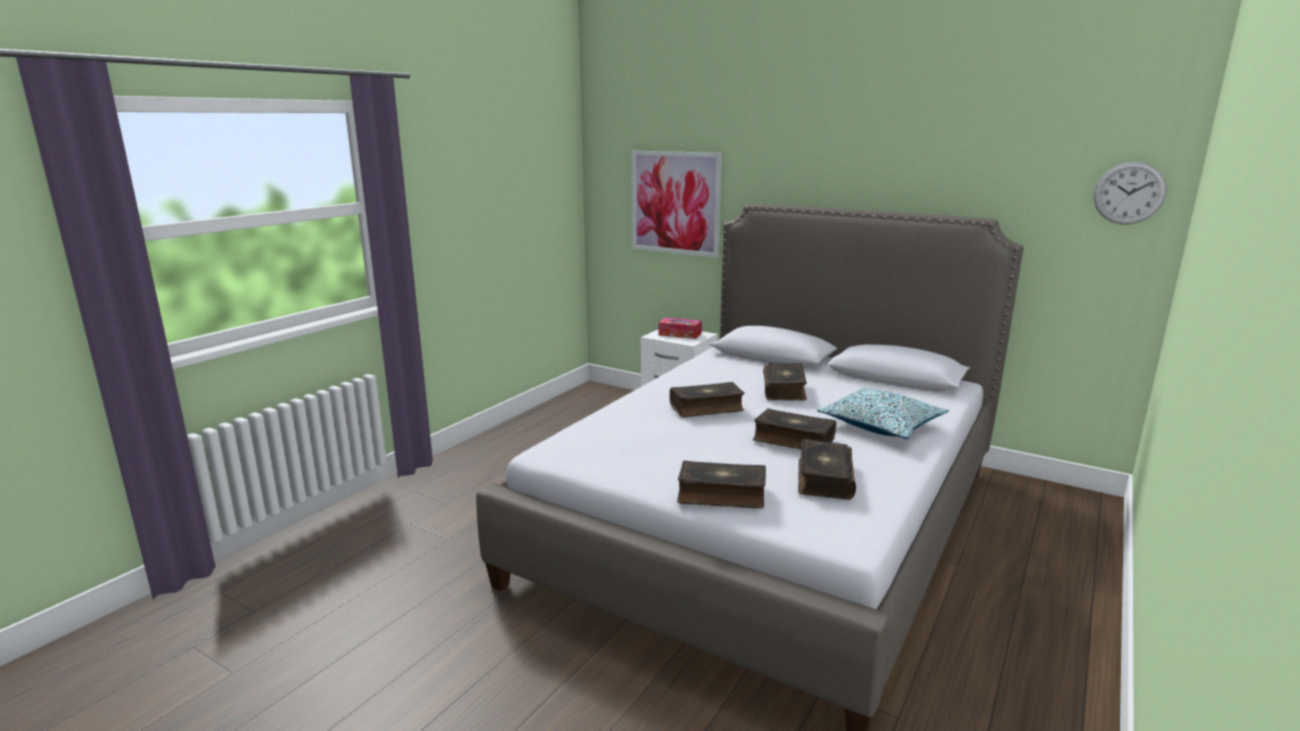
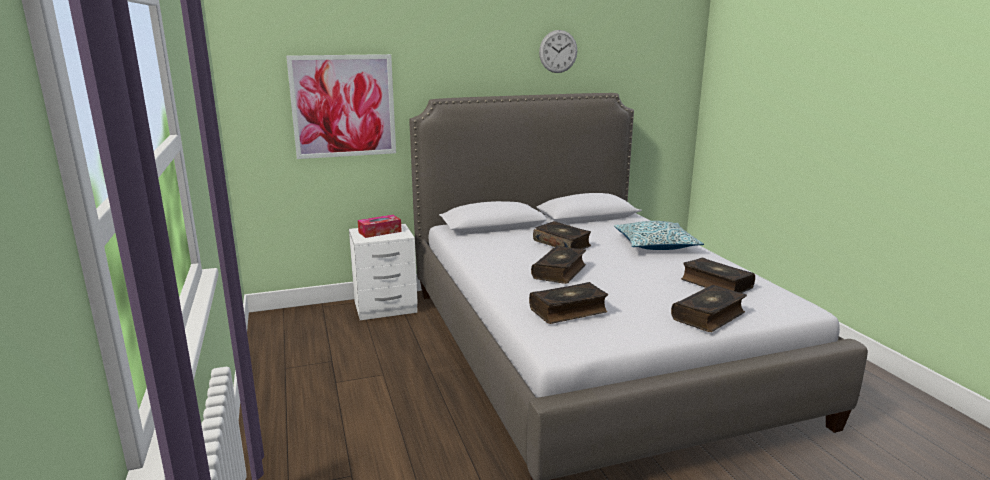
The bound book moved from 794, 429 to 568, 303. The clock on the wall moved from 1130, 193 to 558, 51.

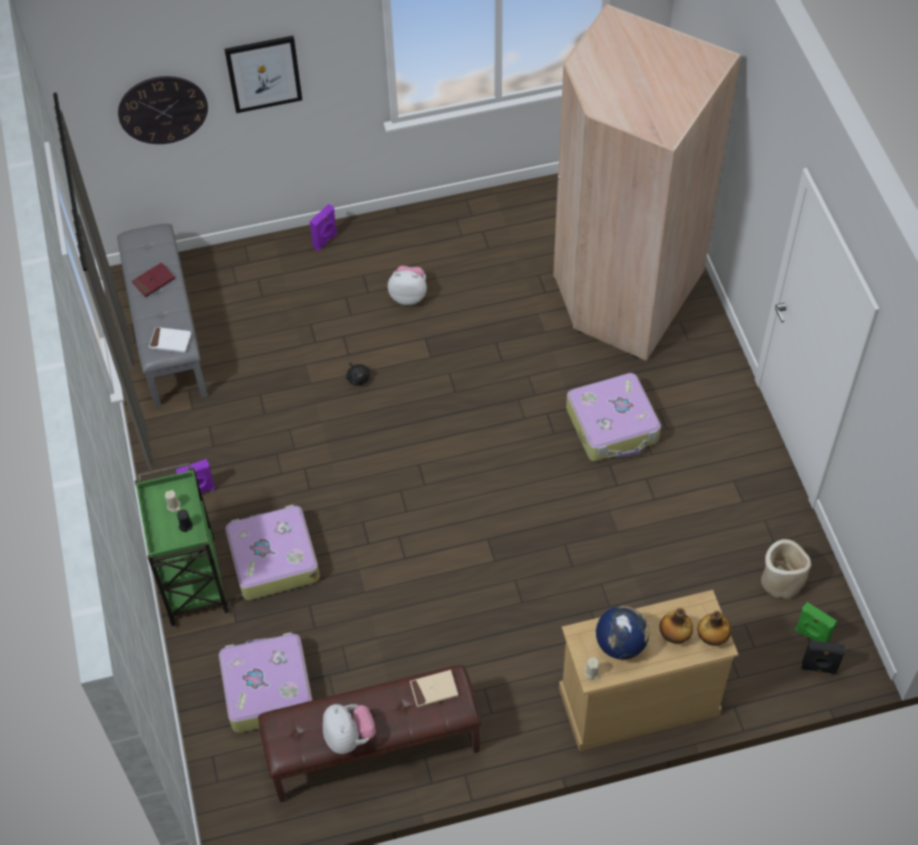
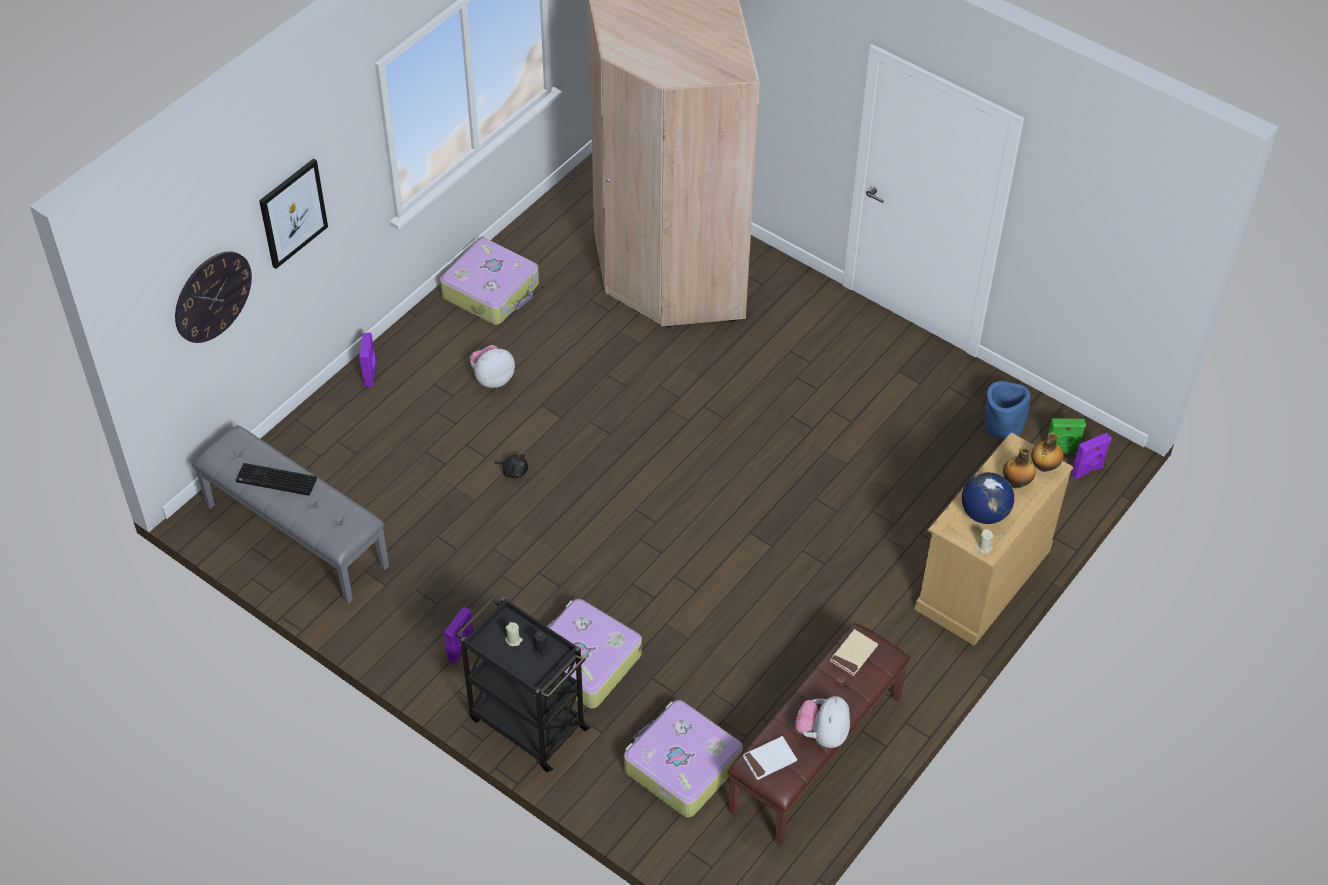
The bound book in whitish moved from 170, 340 to 770, 758. The suitcase moved from 613, 417 to 489, 281. The bound book in red at 153, 279 was replaced by the keyboard at 276, 479. The cart in greenish at 182, 544 became the cart in black-coloured at 523, 684. The plant pot in sand-coloured at 786, 569 became the plant pot in bluish at 1007, 410. The audio speaker in black-coloured at 823, 657 became the audio speaker in purplish at 1091, 456. The plush toy at 349, 729 turned 105 degrees counterclockwise.

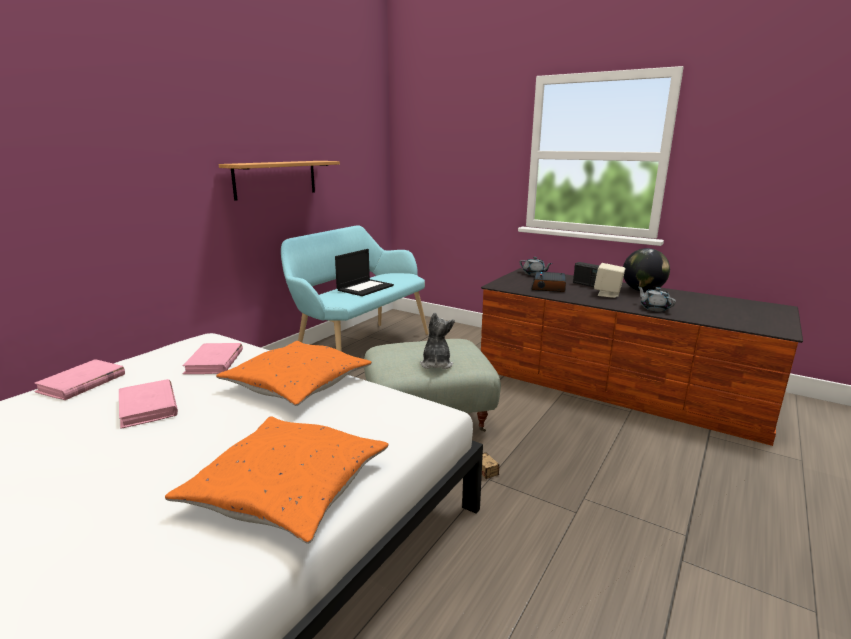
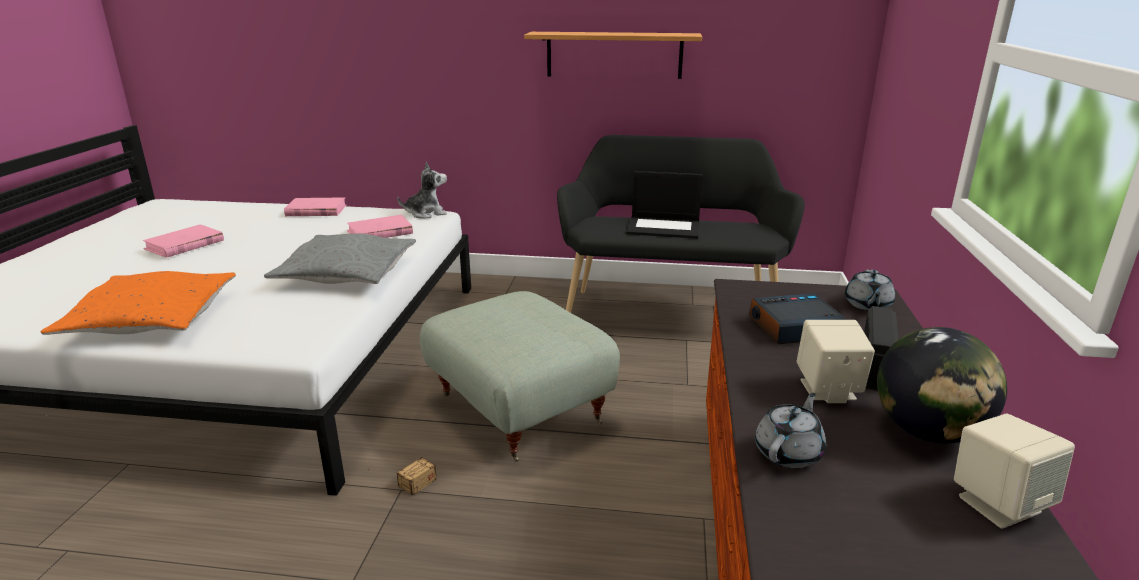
The audio speaker in sand-coloured at 1014, 471 appeared. The bound book in pink-coloured moved from 148, 404 to 183, 241. The plush toy moved from 437, 340 to 422, 190. The pillow in orange-coloured at 294, 373 became the pillow in greyish at 340, 258. The long seat in blue-green at 354, 288 became the long seat in black-coloured at 681, 224.

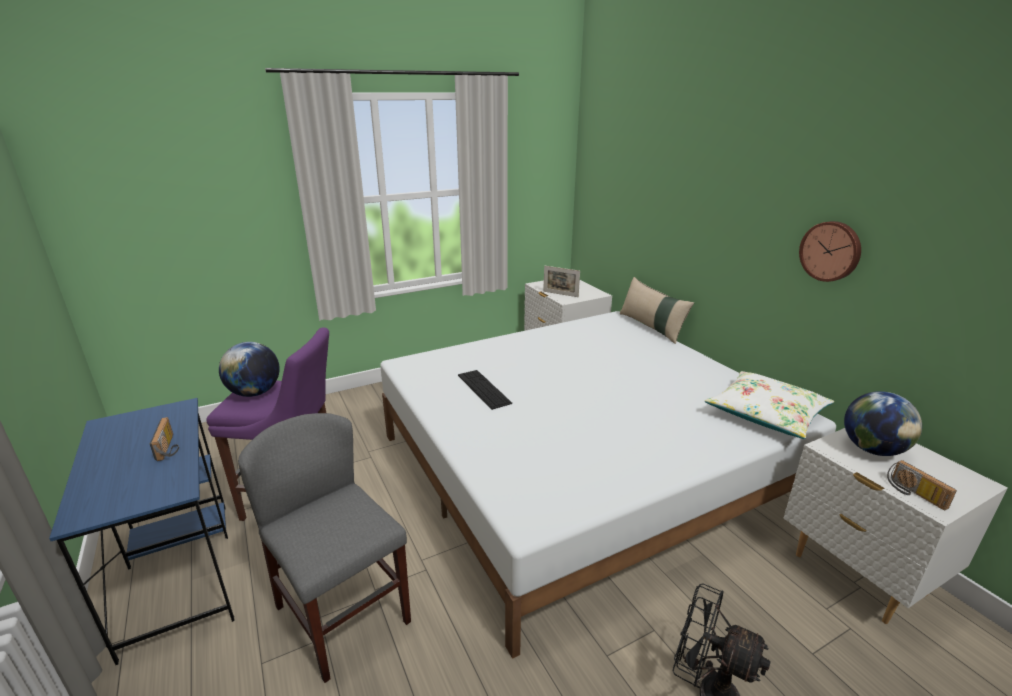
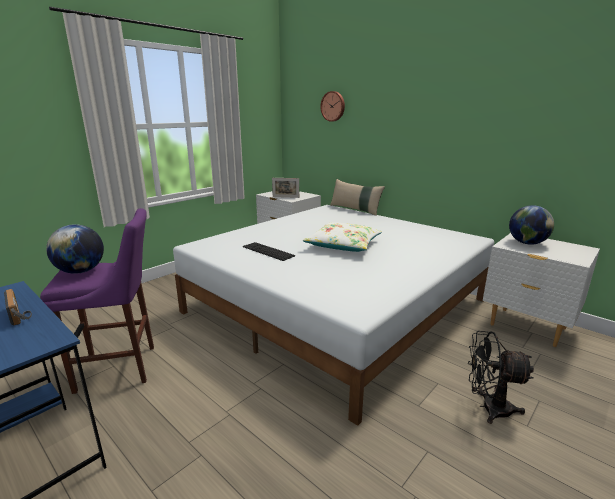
The upright chair in greyish at 324, 548 disappeared. The radio at 922, 485 disappeared. The pillow in whitish moved from 769, 405 to 342, 237. The clock on the wall moved from 830, 251 to 332, 106.

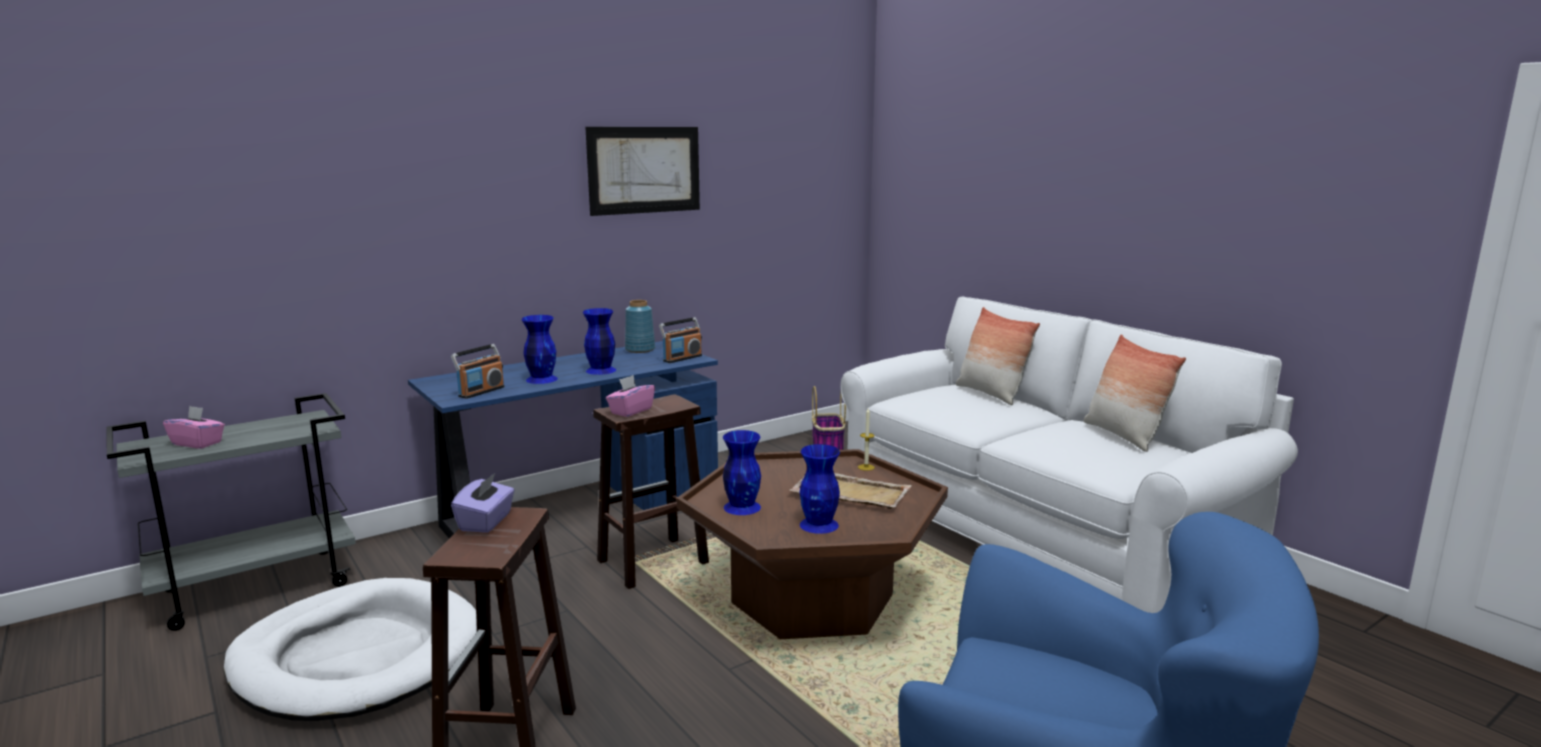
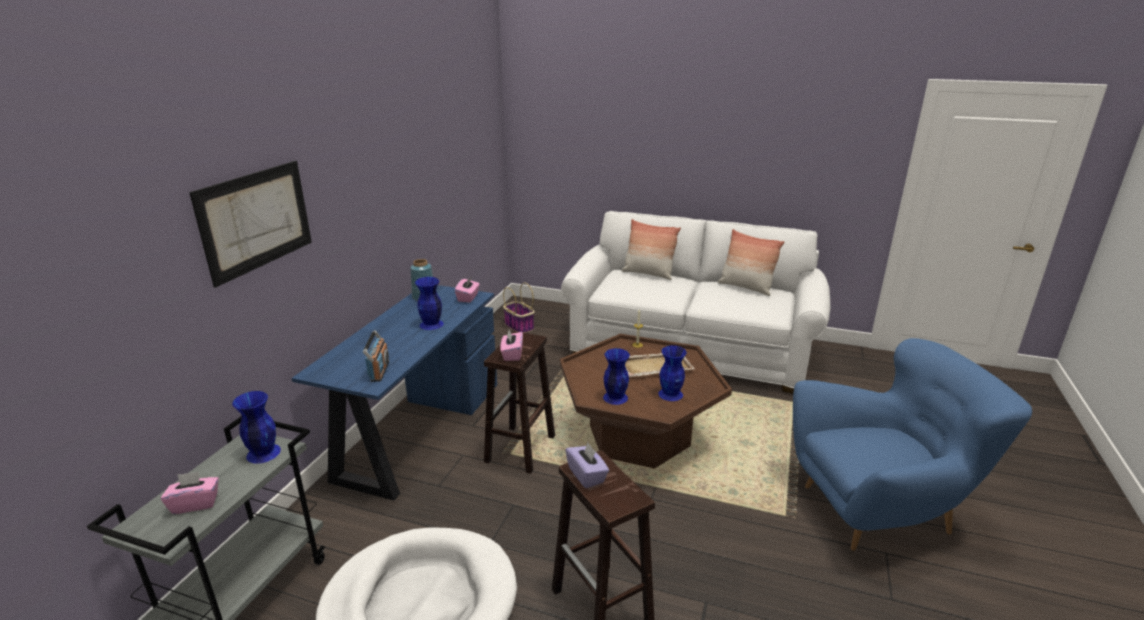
The decorative vase in bluish moved from 539, 349 to 256, 427. The wall art moved from 642, 171 to 250, 224. The radio at 680, 340 was replaced by the tissue box in pink-coloured at 467, 289.

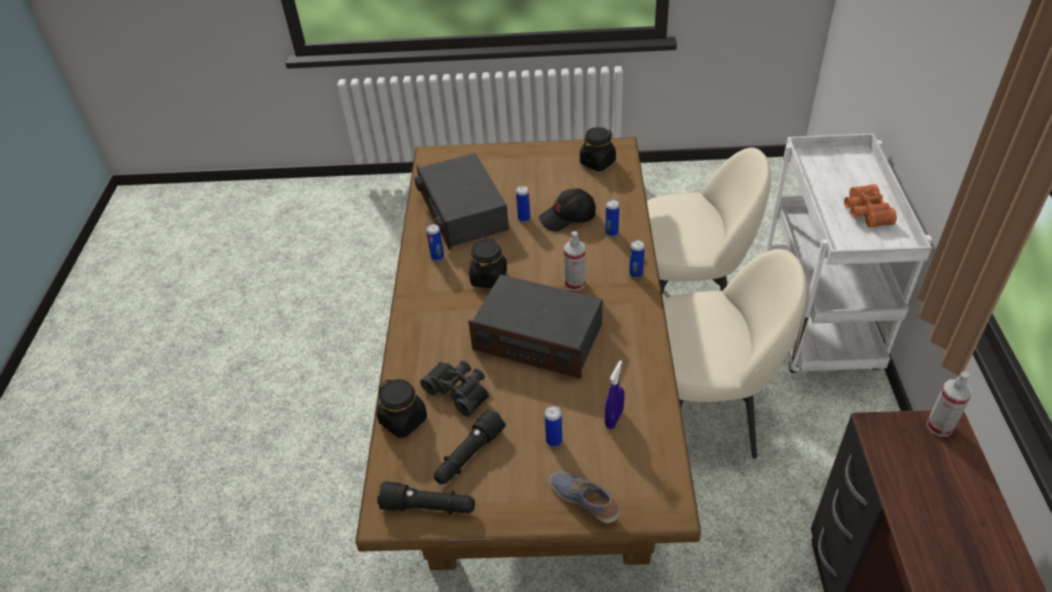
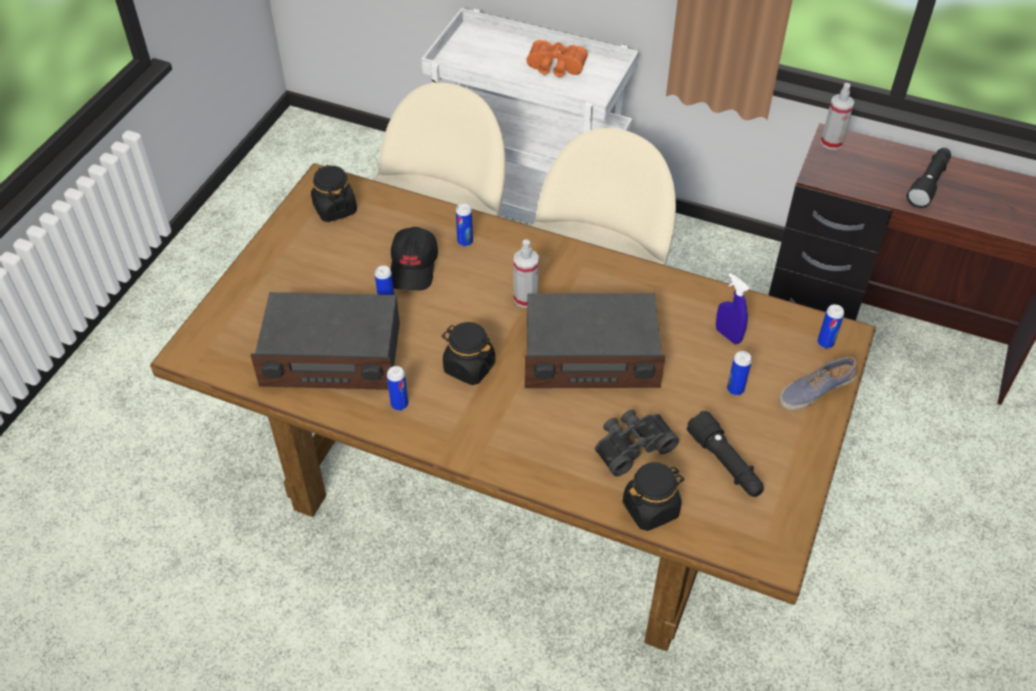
The hand torch in black-coloured moved from 426, 498 to 928, 178. The metal can moved from 637, 259 to 830, 326. The radio at 535, 326 turned 45 degrees clockwise.

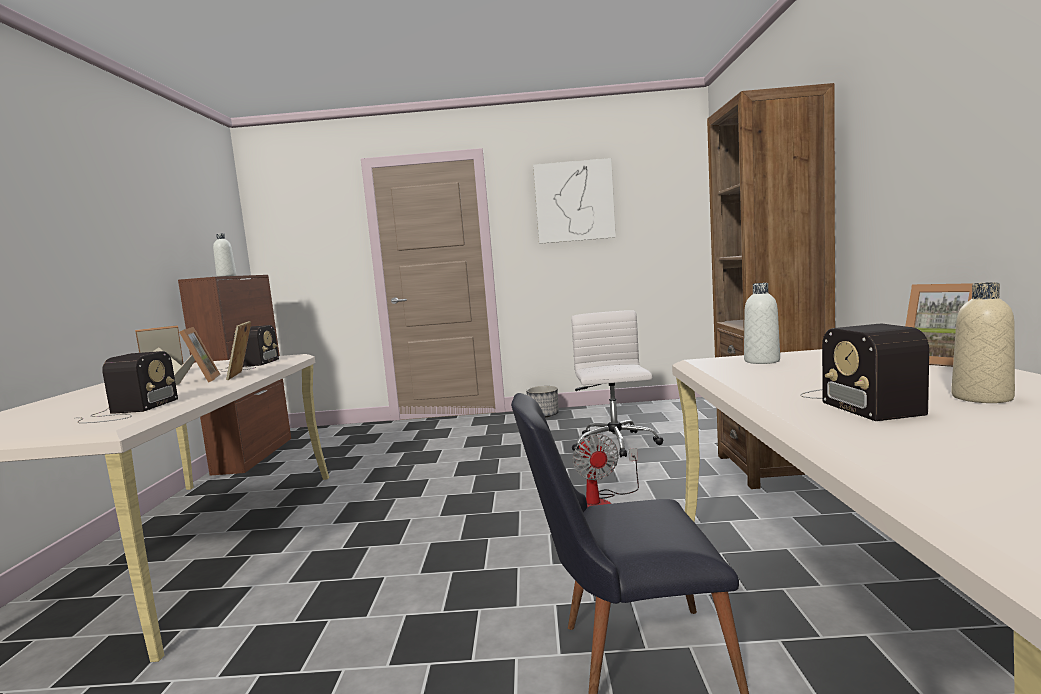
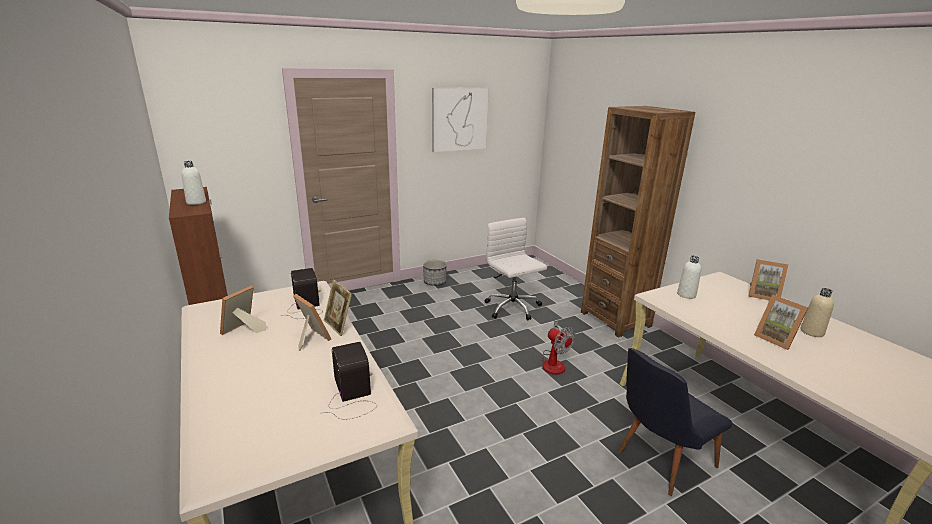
The radio at 864, 372 was replaced by the photo frame at 781, 322.

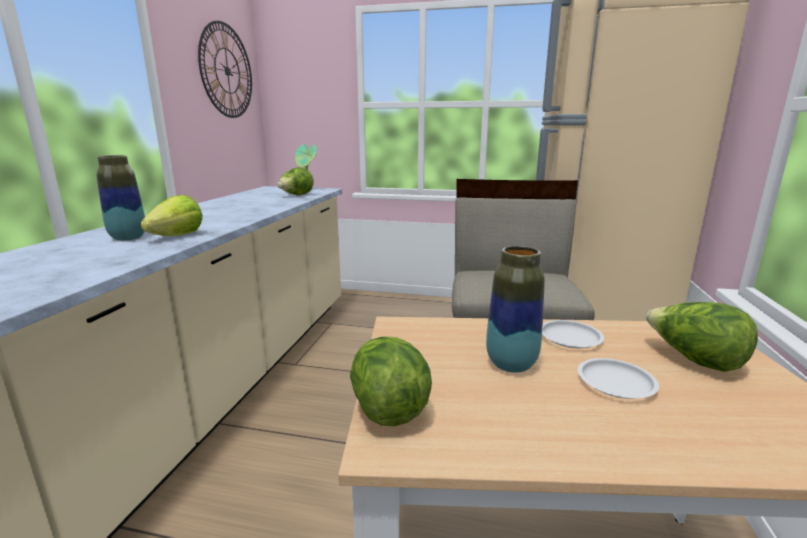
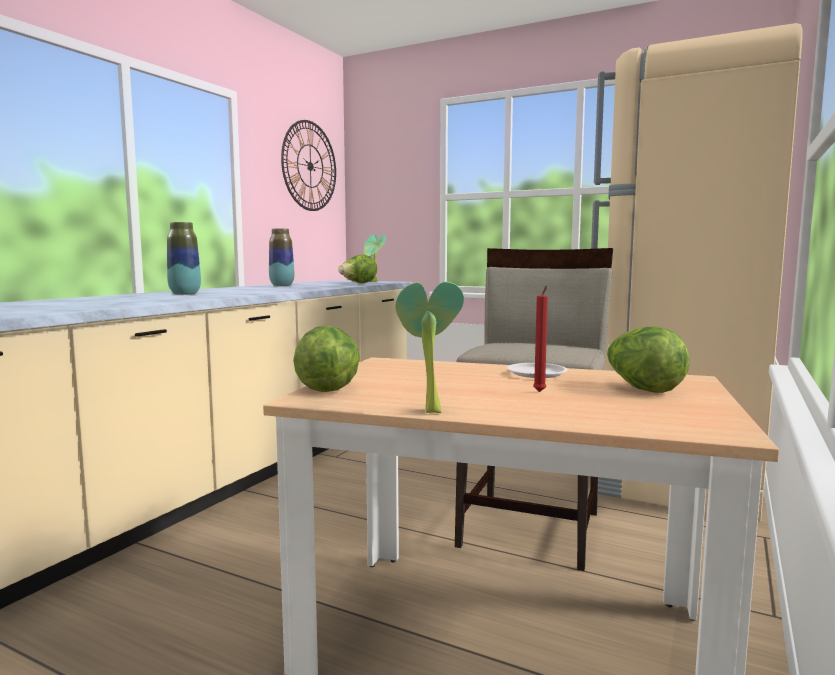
The lettuce at 172, 215 disappeared. The houseplant at 429, 347 appeared. The decorative vase moved from 515, 309 to 281, 257. The plate in whitish at 618, 378 was replaced by the wax light in red at 540, 339.

